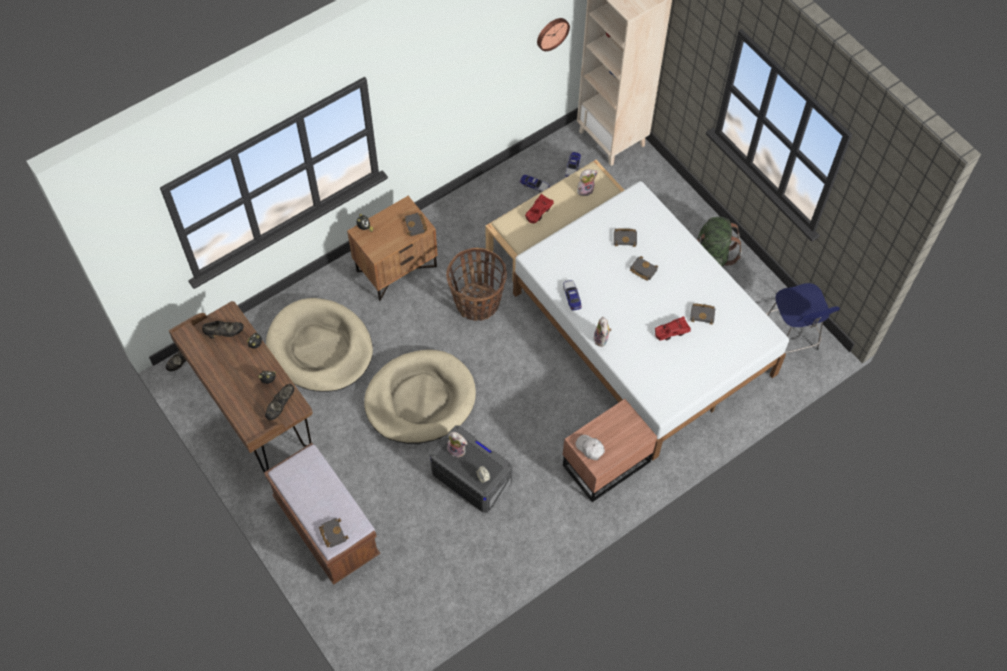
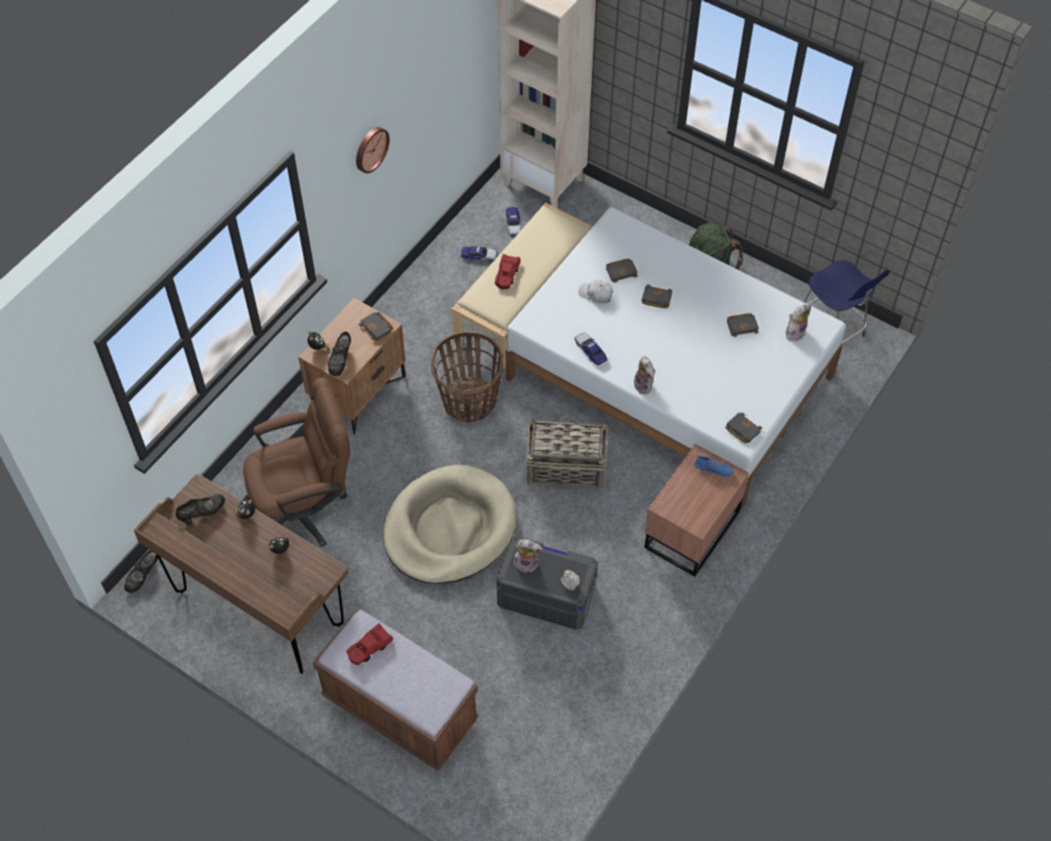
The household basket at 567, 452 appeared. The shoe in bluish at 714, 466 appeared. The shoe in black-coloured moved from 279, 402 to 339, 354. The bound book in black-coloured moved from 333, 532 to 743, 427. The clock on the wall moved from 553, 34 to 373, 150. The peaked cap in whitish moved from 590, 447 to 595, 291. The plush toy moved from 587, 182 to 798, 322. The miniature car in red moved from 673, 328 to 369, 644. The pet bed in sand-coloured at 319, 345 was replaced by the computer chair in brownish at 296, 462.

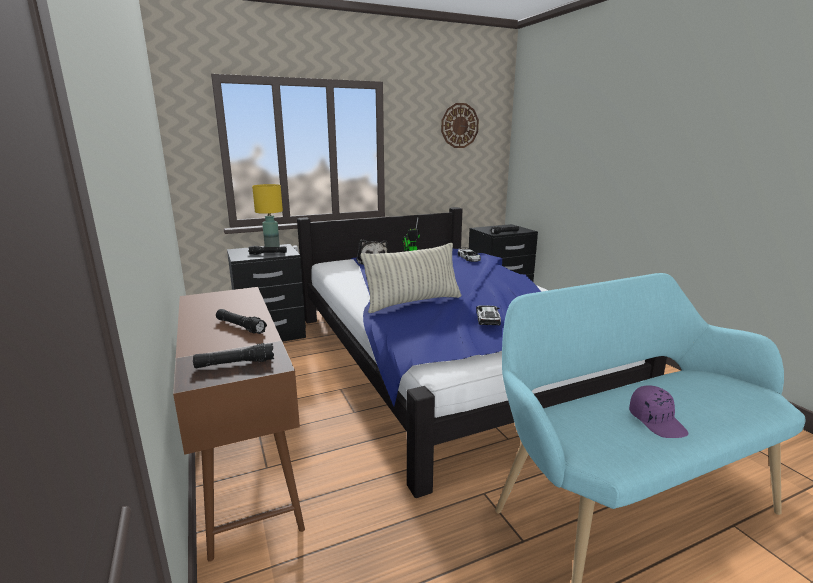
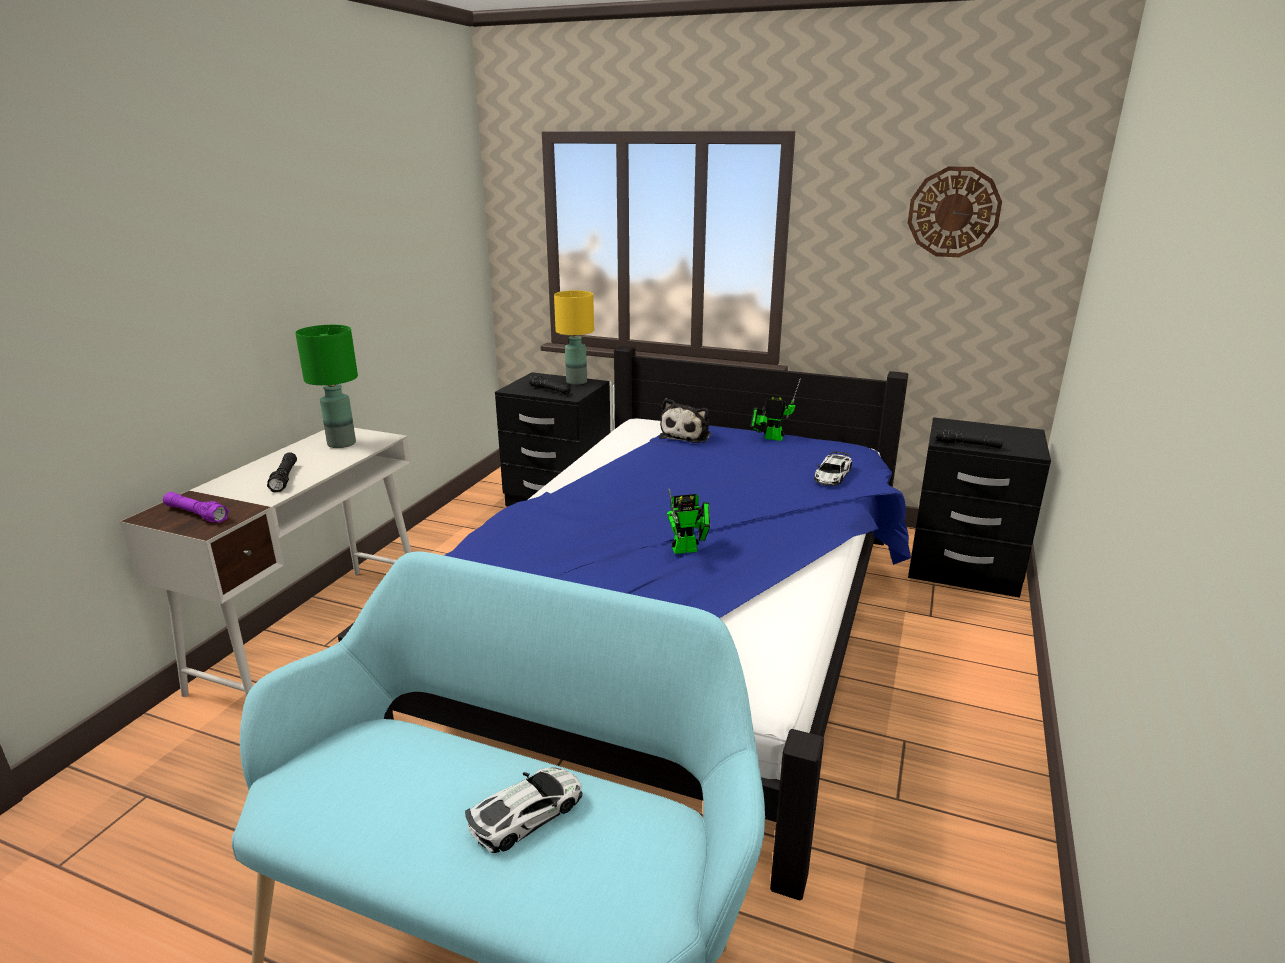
The pillow at 411, 278 disappeared. The peaked cap in purplish at 658, 411 disappeared. The tabletop lamp in greenish at 326, 386 appeared. The robot figure at 688, 521 appeared. The miniature car moved from 488, 315 to 523, 810. The desk in brownish at 239, 424 became the desk in whitish at 265, 562. The hand torch in black-coloured at 233, 355 became the hand torch in purplish at 196, 507.

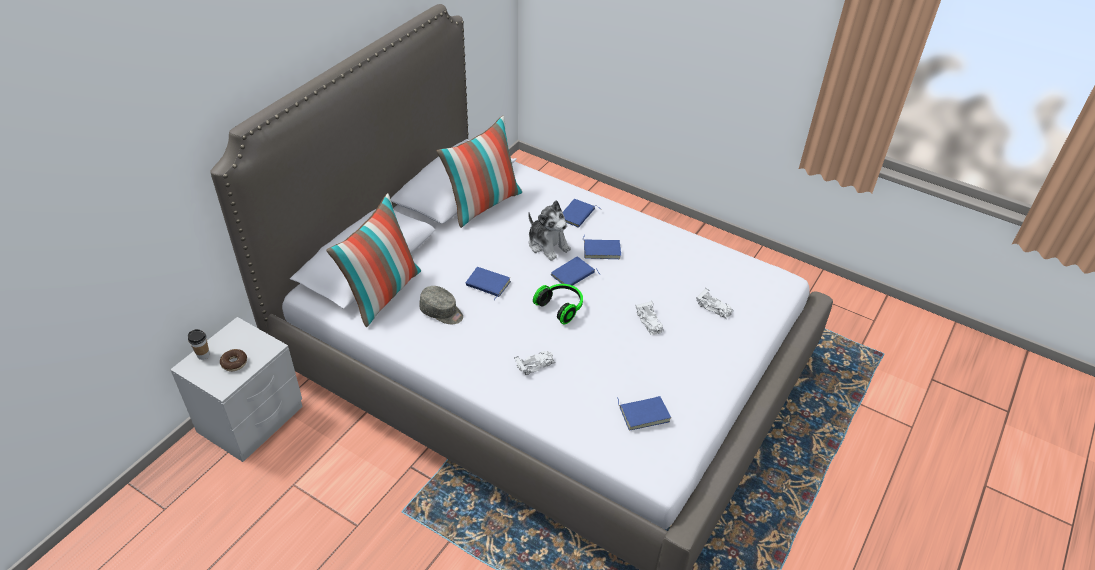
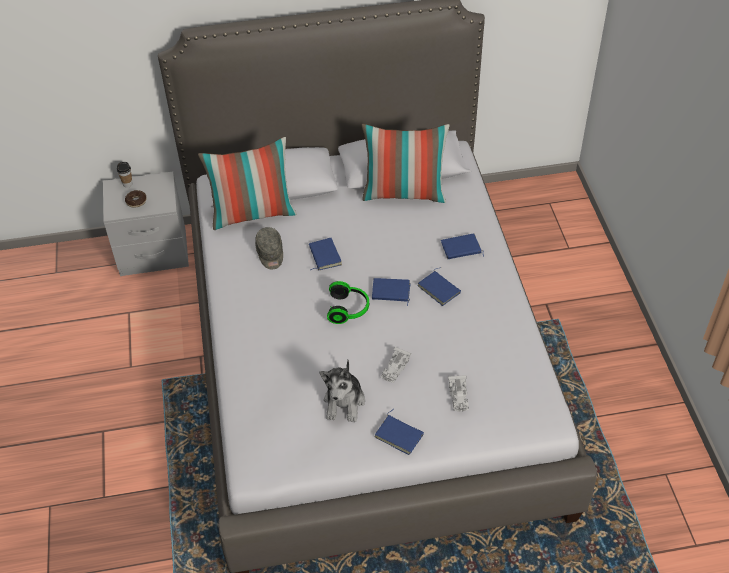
The miniature car in whitish at 534, 363 disappeared. The plush toy moved from 549, 230 to 342, 391. The bound book in bluish moved from 644, 413 to 399, 432.

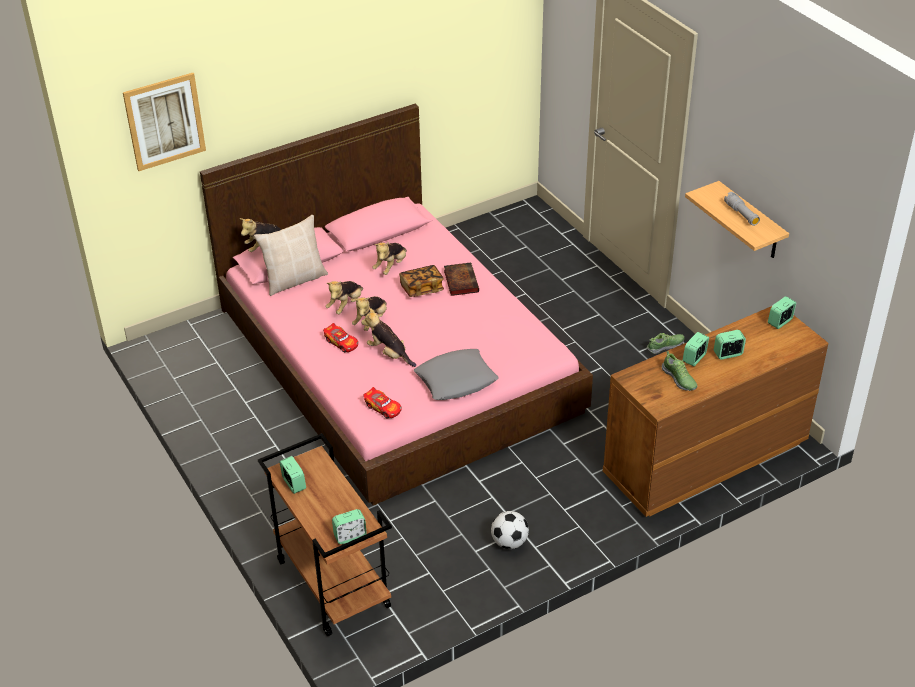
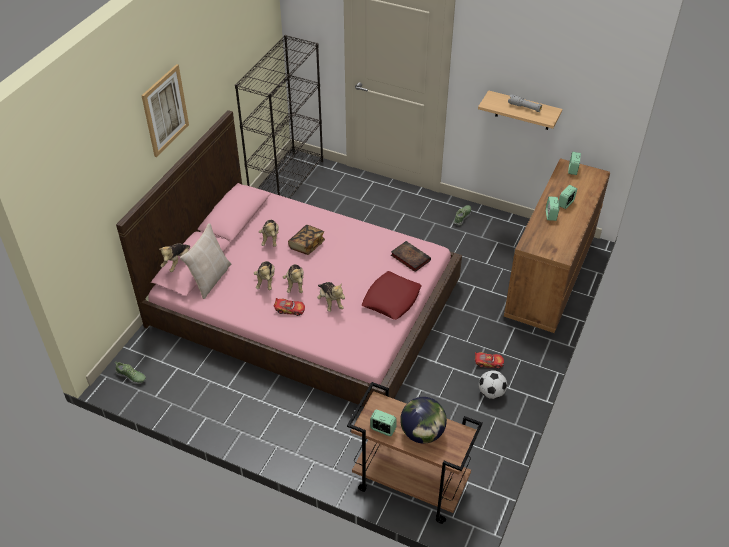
The bedside clock at 349, 526 disappeared. The bookcase in black-coloured at 279, 117 appeared. The globe at 423, 420 appeared. The wall art moved from 164, 122 to 165, 110. The miniature car moved from 382, 403 to 489, 360. The bound book moved from 461, 279 to 411, 256. The shoe moved from 679, 371 to 130, 373. The pillow in greyish at 456, 374 became the pillow in red at 392, 295. The plush toy at 388, 337 turned 120 degrees counterclockwise.

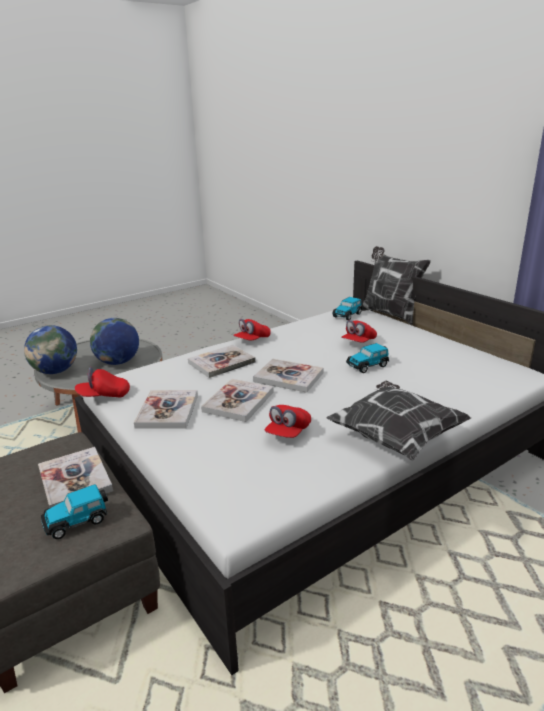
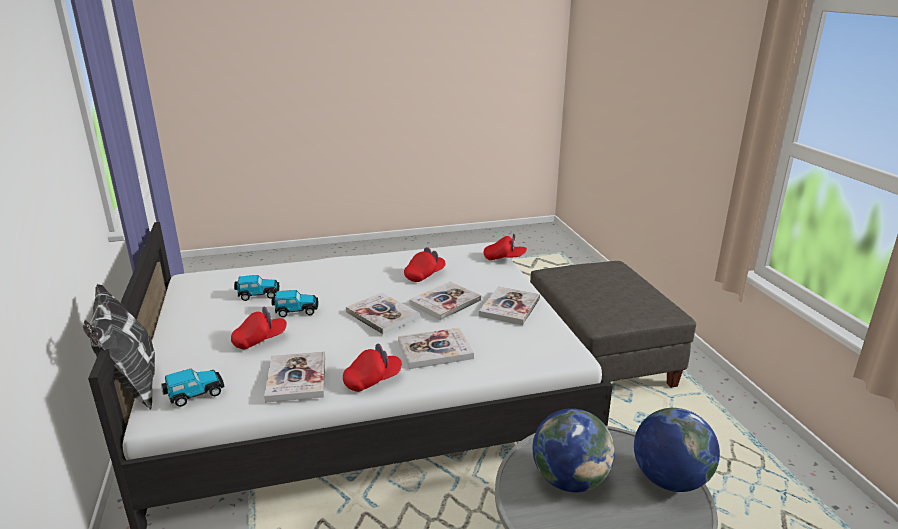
The pillow at 399, 420 disappeared. The bound book moved from 75, 477 to 294, 377. The miniature car moved from 74, 511 to 257, 288. The peaked cap in red moved from 102, 382 to 505, 247.

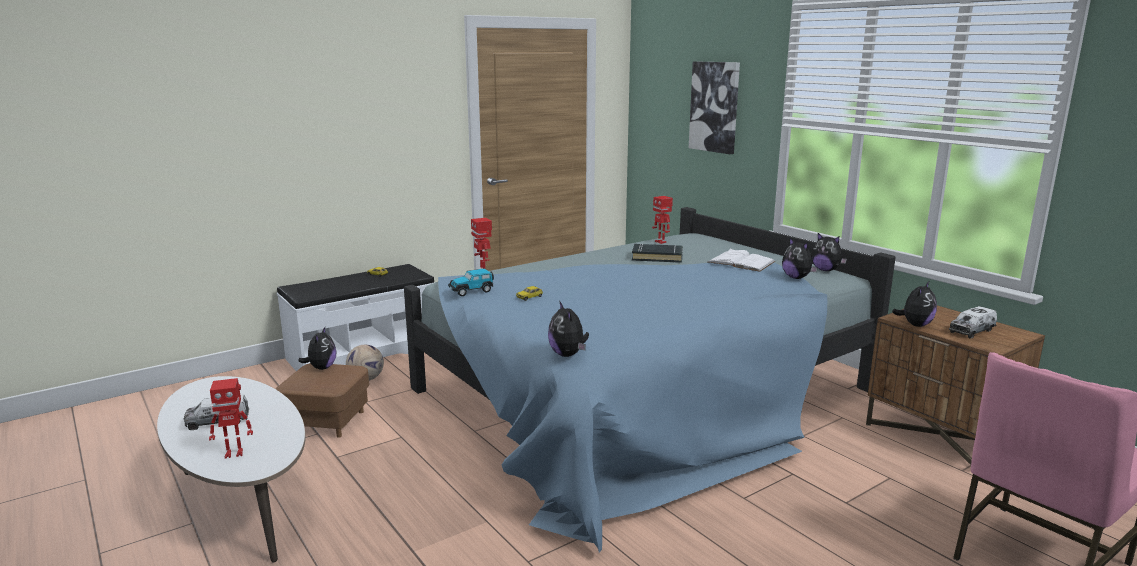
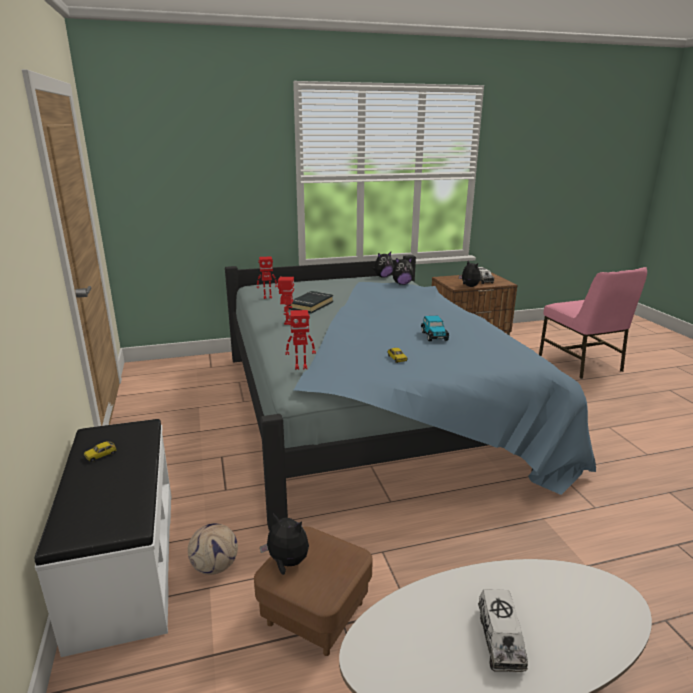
The plush toy at 568, 329 disappeared. The wall art at 714, 107 disappeared. The bound book in whitish at 741, 260 disappeared. The robot figure moved from 231, 418 to 286, 301. The miniature car moved from 471, 282 to 435, 328.

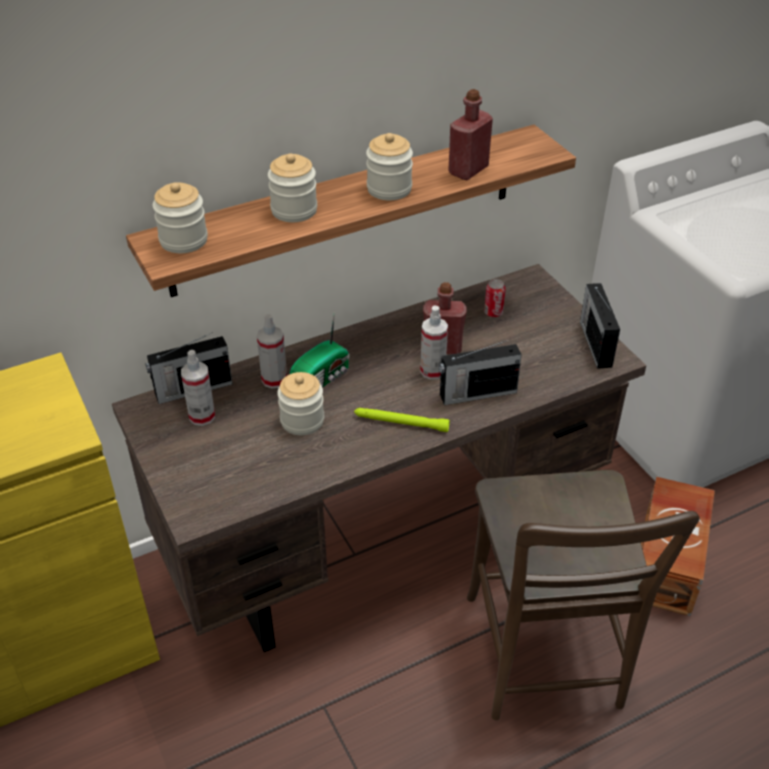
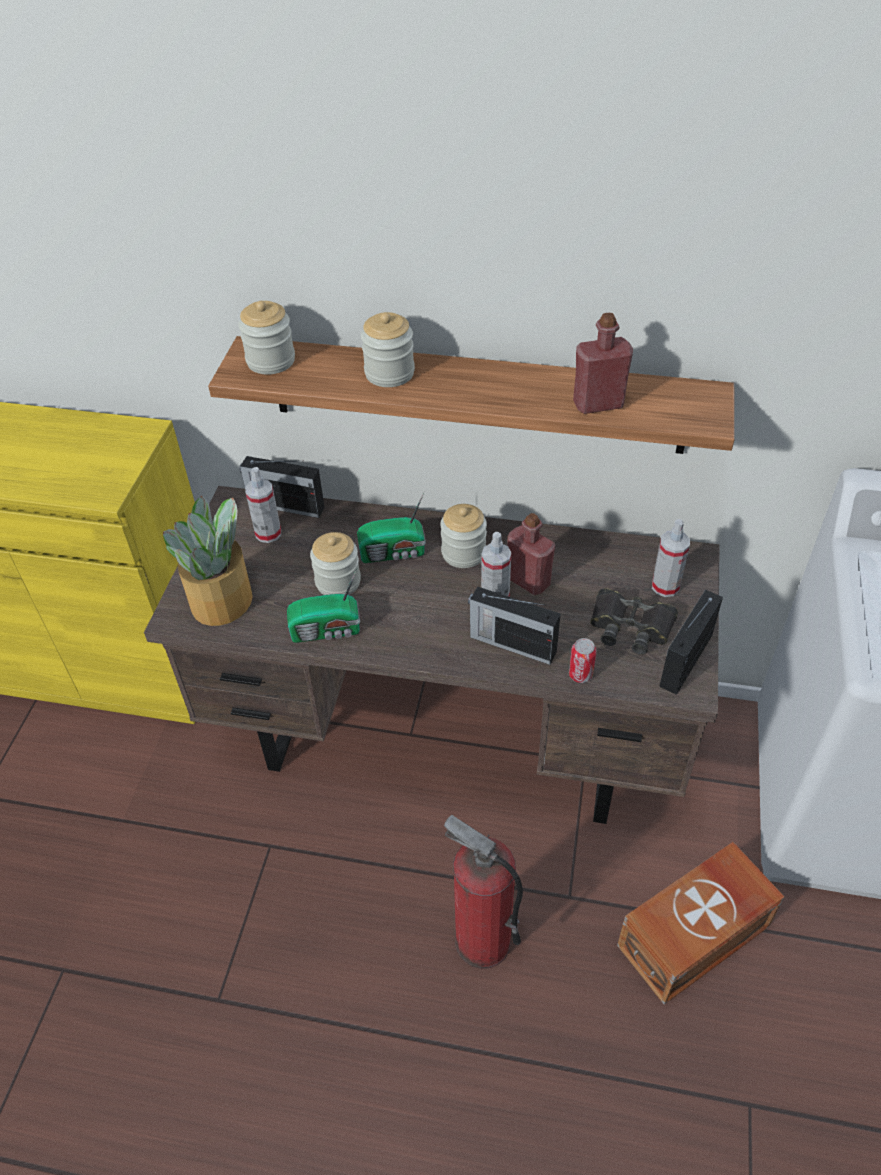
The hand torch in greenish at 402, 420 disappeared. The houseplant at 208, 561 appeared. The radio at 323, 606 appeared. The field glasses in black-coloured at 634, 621 appeared. The hand sprayer moved from 272, 351 to 671, 558. The preserve jar moved from 389, 167 to 463, 536. The metal can moved from 495, 298 to 583, 660. The upright chair in brownish at 583, 595 was replaced by the fire-fighting cylinder at 483, 892.

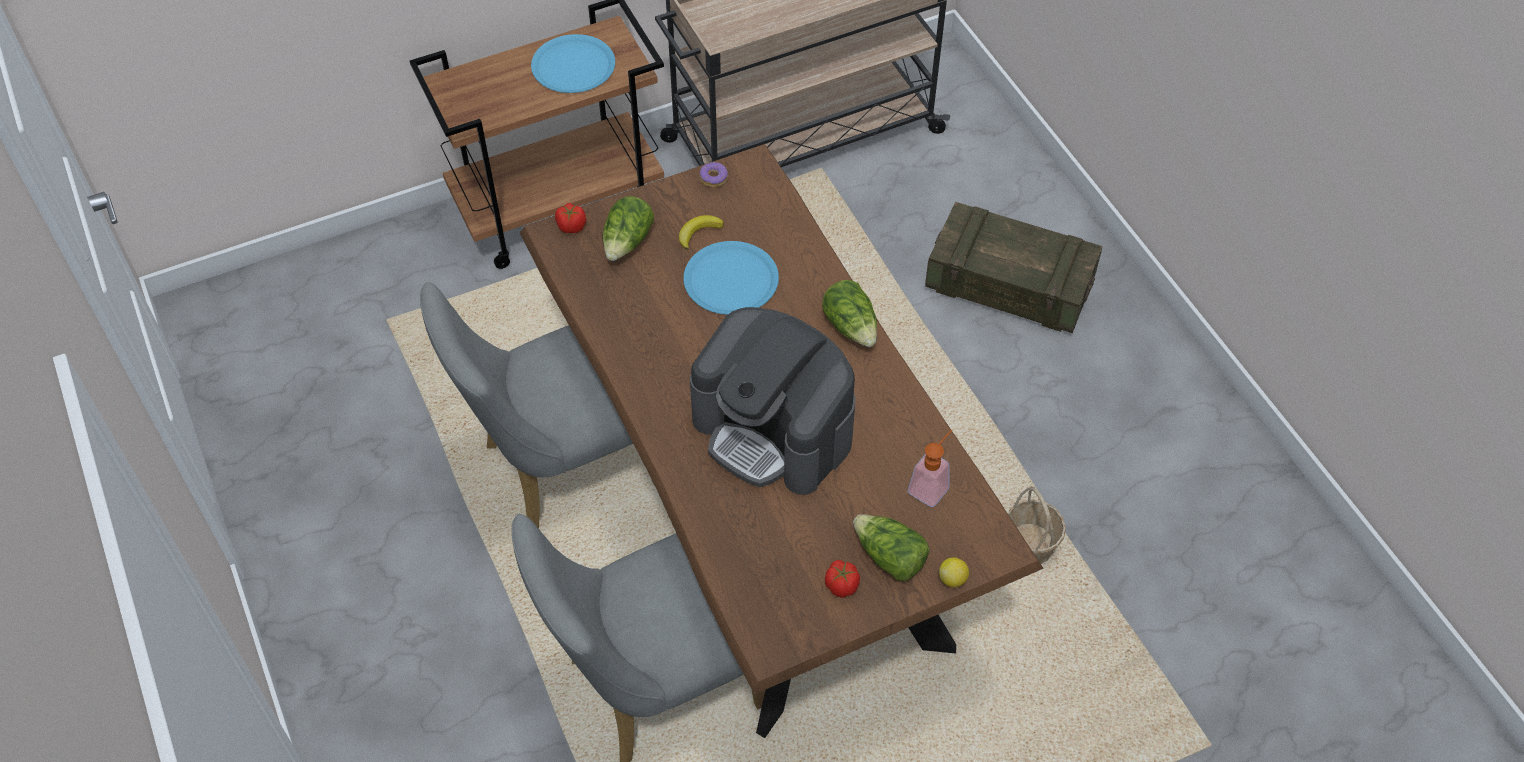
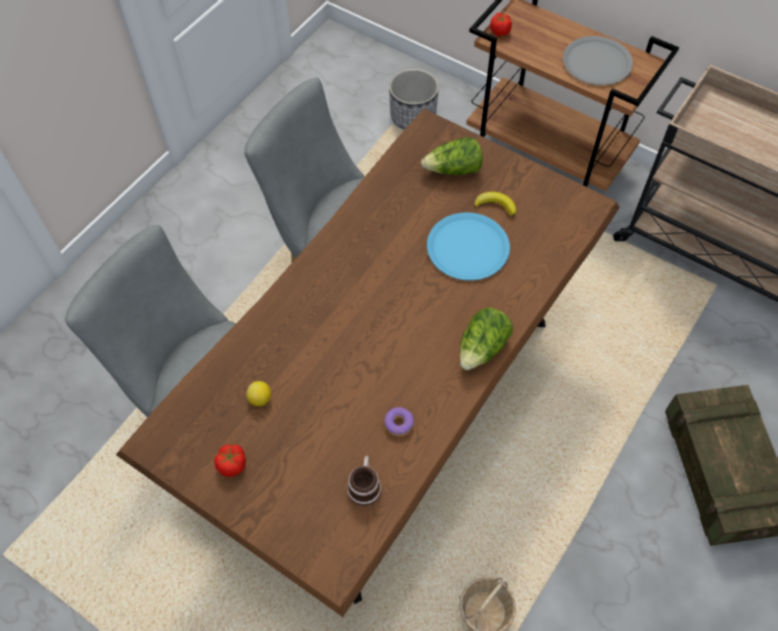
The coffee brewer at 772, 401 disappeared. The lettuce at 891, 547 disappeared. The plant pot at 414, 99 appeared. The fresh tomato moved from 570, 218 to 501, 24. The ring doughnut moved from 714, 174 to 399, 421. The citrus fruit moved from 954, 572 to 258, 393. The soap dispenser at 930, 468 was replaced by the coffee mug at 364, 481. The plate in bluish at 573, 63 became the plate in greyish at 598, 60.

